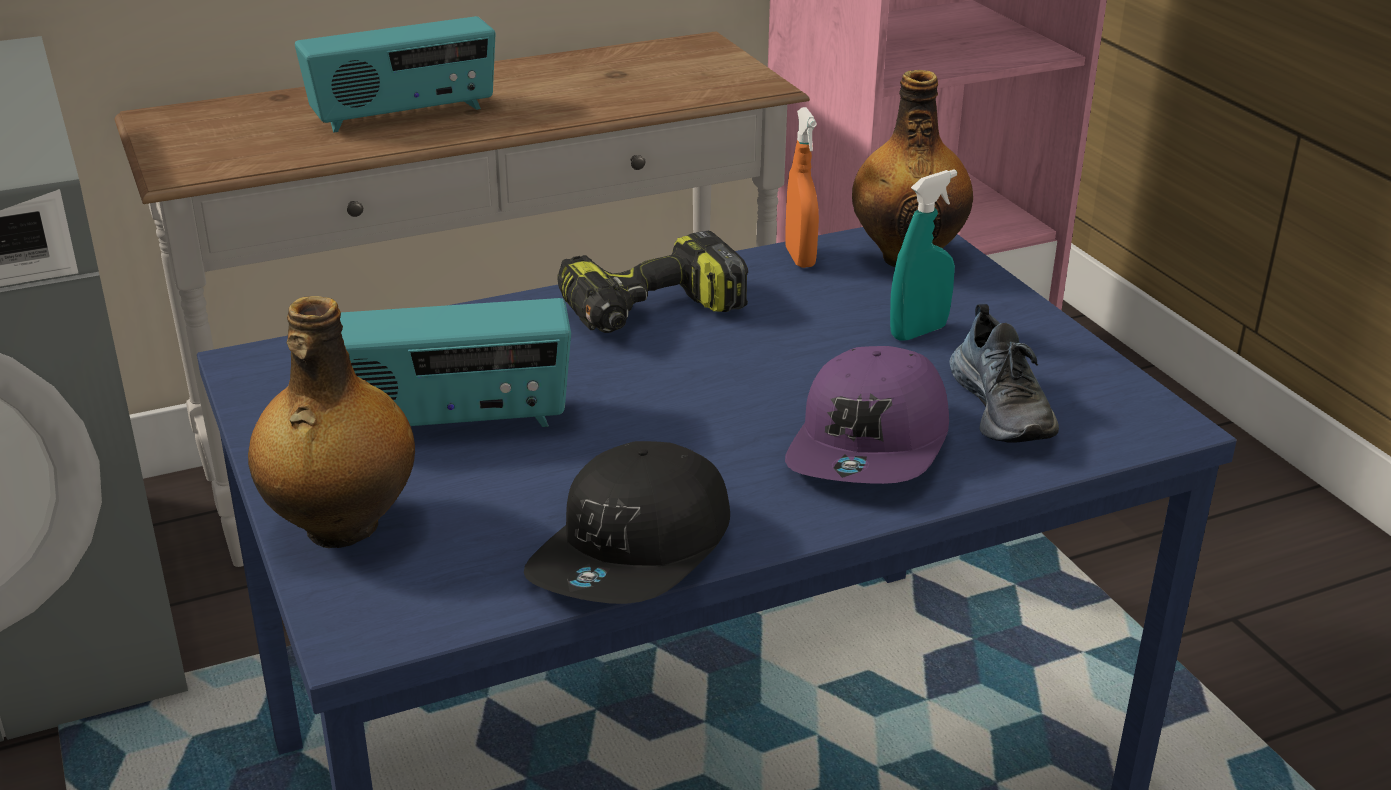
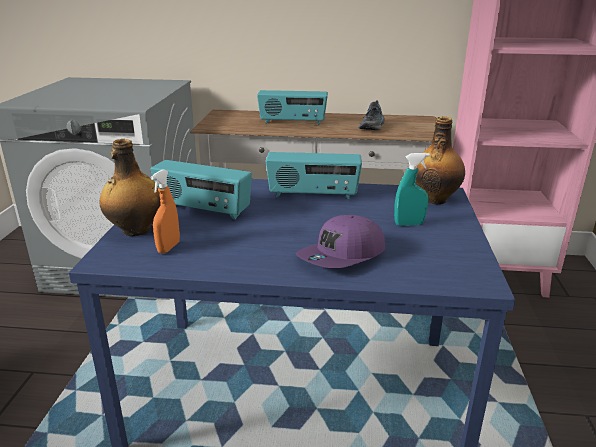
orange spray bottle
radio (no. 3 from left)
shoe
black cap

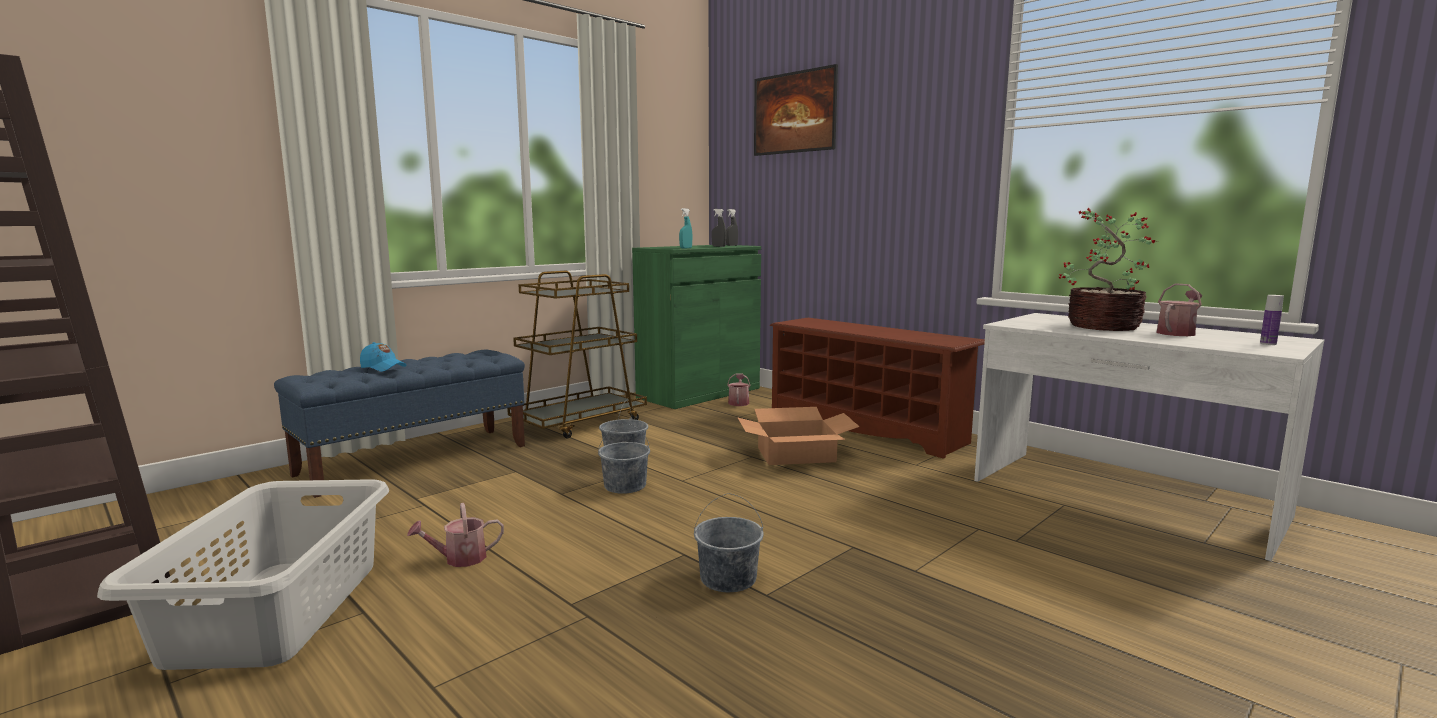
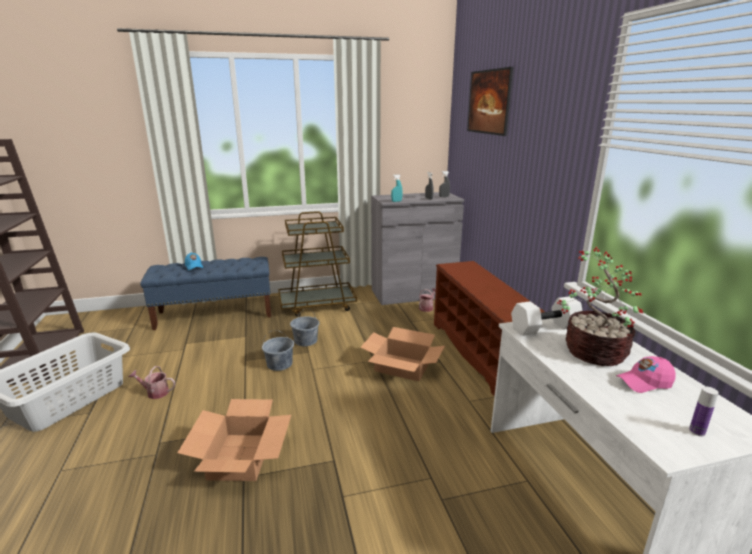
grey cabinet
pink cap
cardboard box (no. 1 from left)
white dumbbell

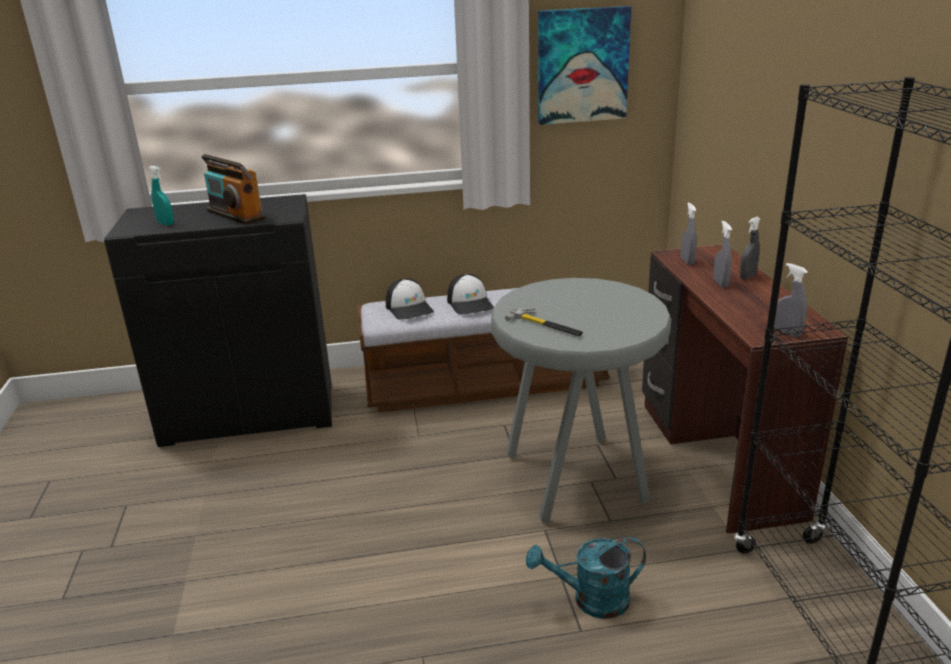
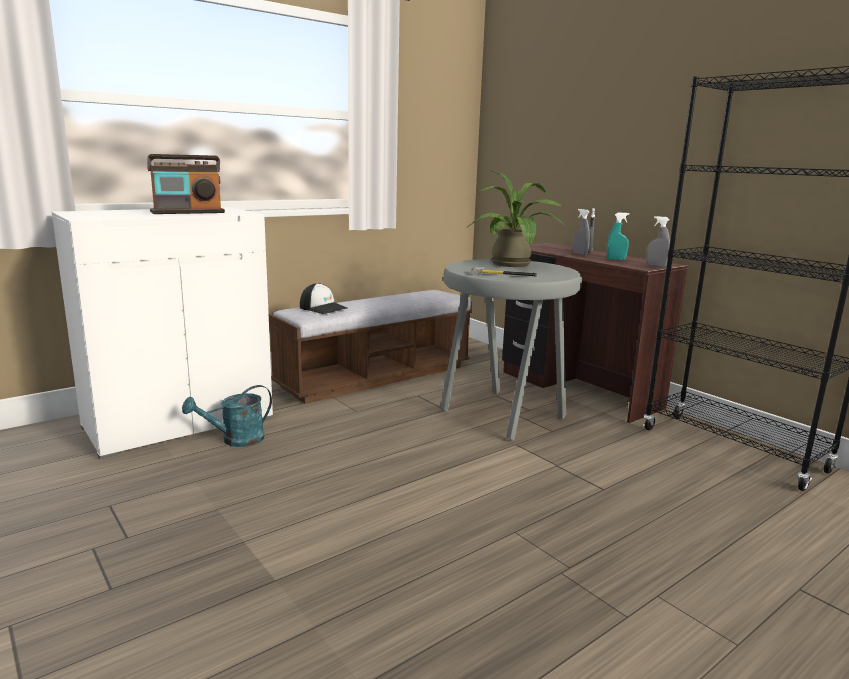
picture
radio
turquoise spray bottle
white cabinet
grey spray bottle (no. 1 from left in the first image)
cap (no. 2 from left in the first image)
turquoise watering can
potted plant

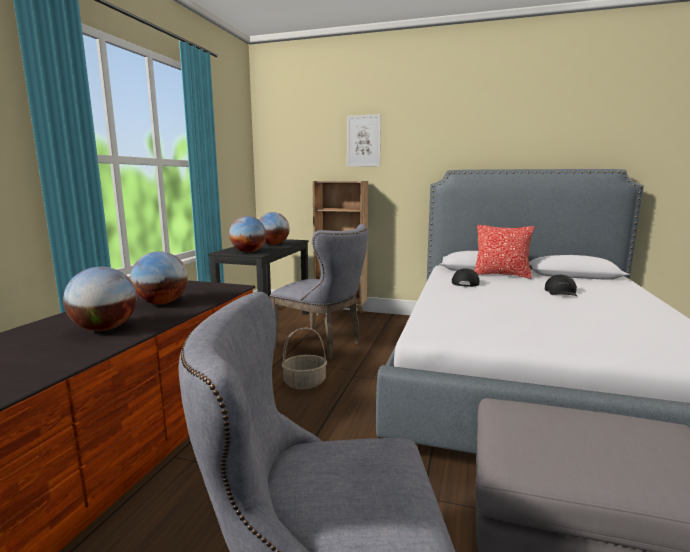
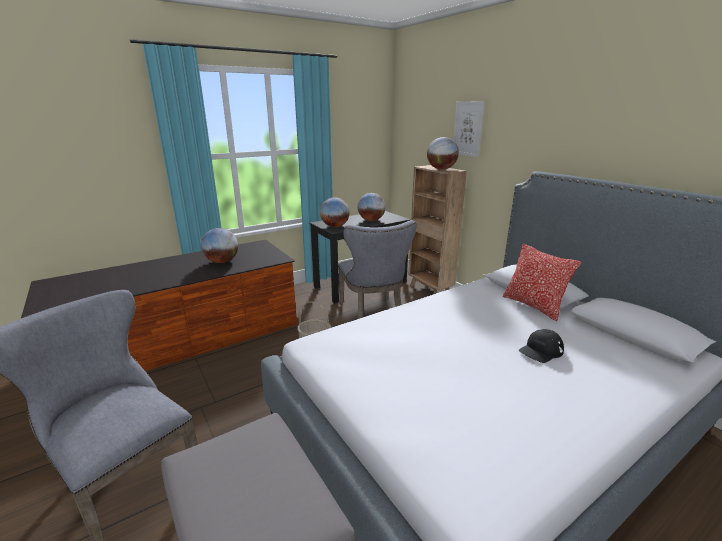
globe (no. 4 from left)
black cap (no. 1 from left in the first image)

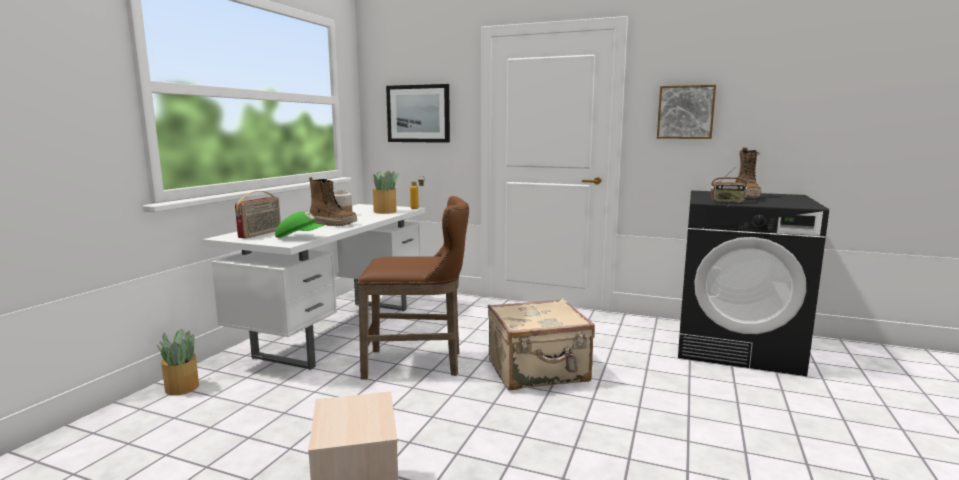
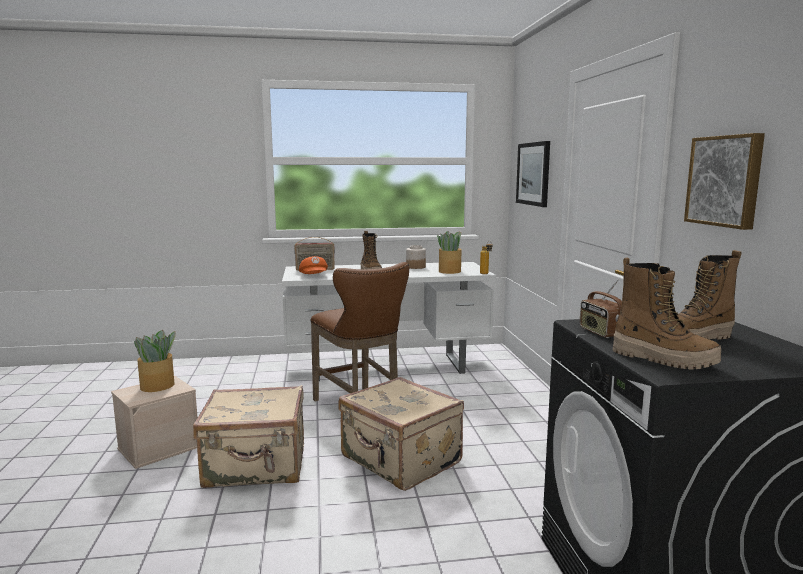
orange cap
potted plant (no. 1 from left)
boot (no. 2 from left)
beige suitcase (no. 1 from left)

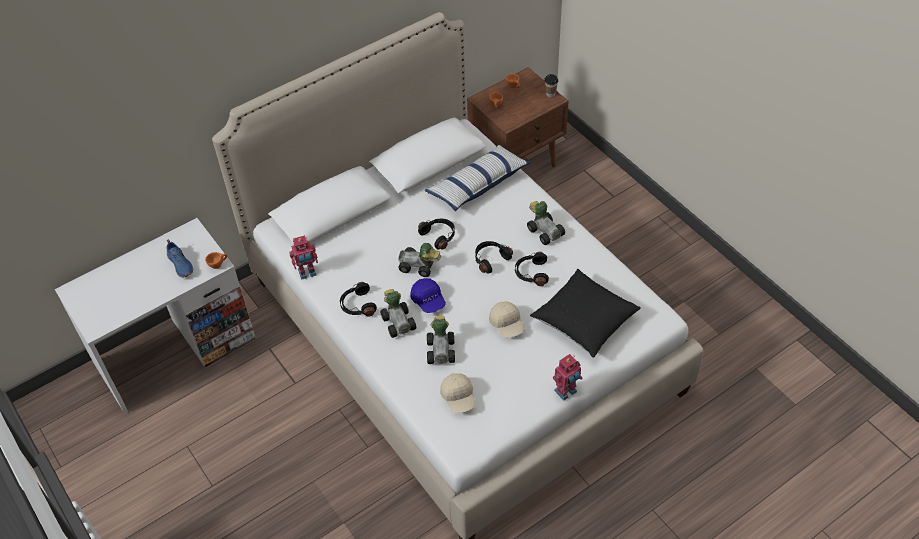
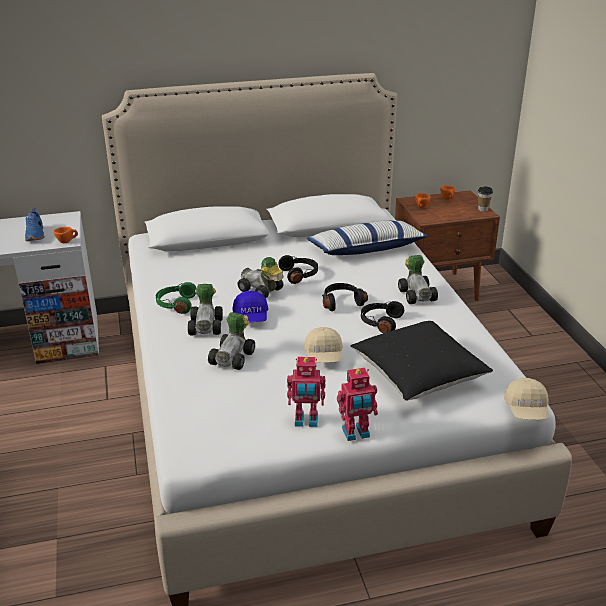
toy robot (no. 1 from left)
green headphones
beige cap (no. 2 from left)

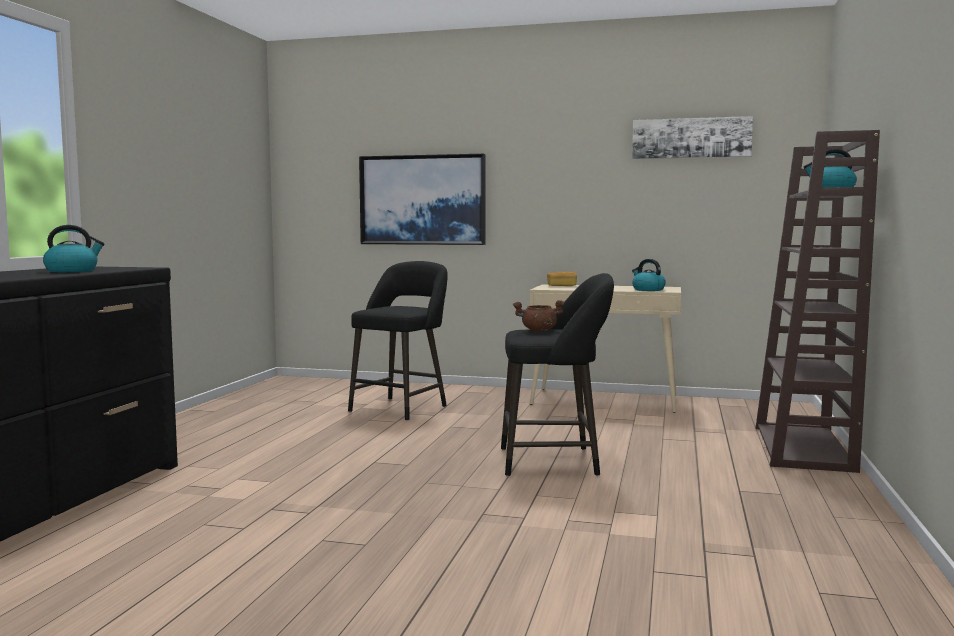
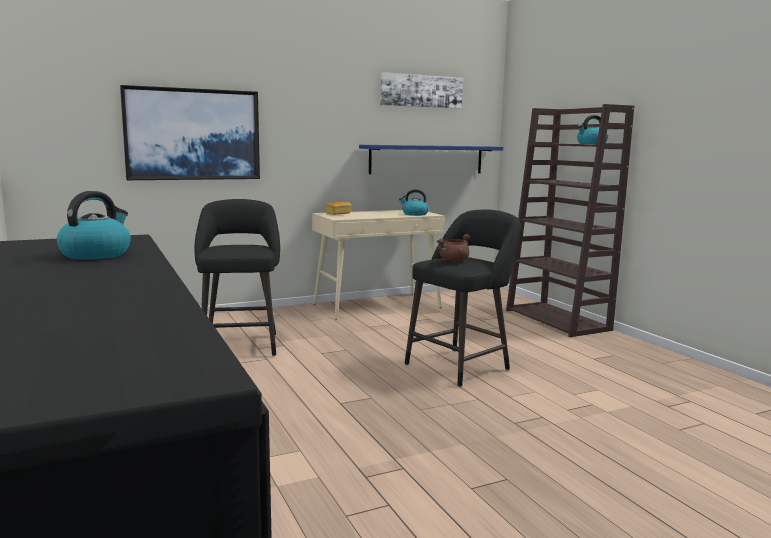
blue shelf

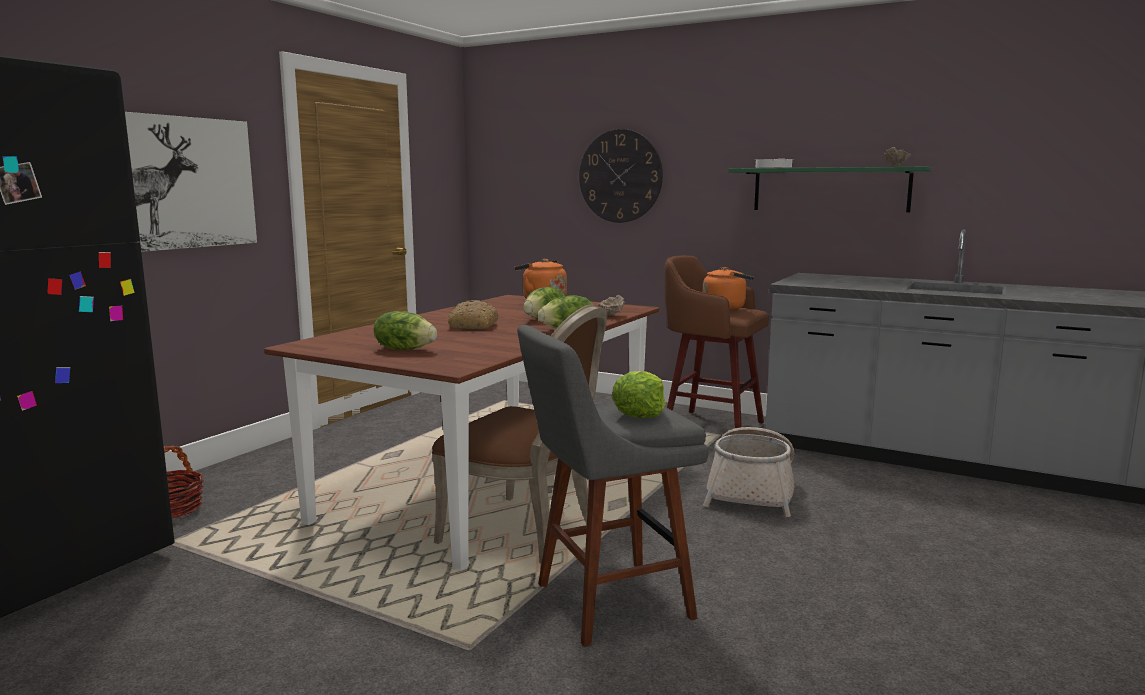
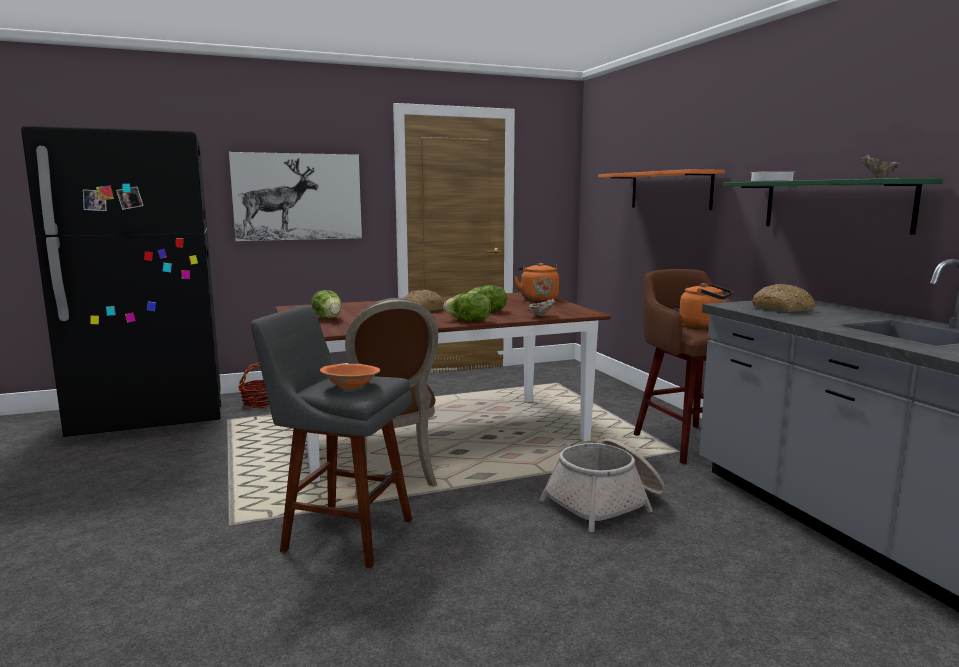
orange shelf
orange bowl
bread (no. 2 from left)

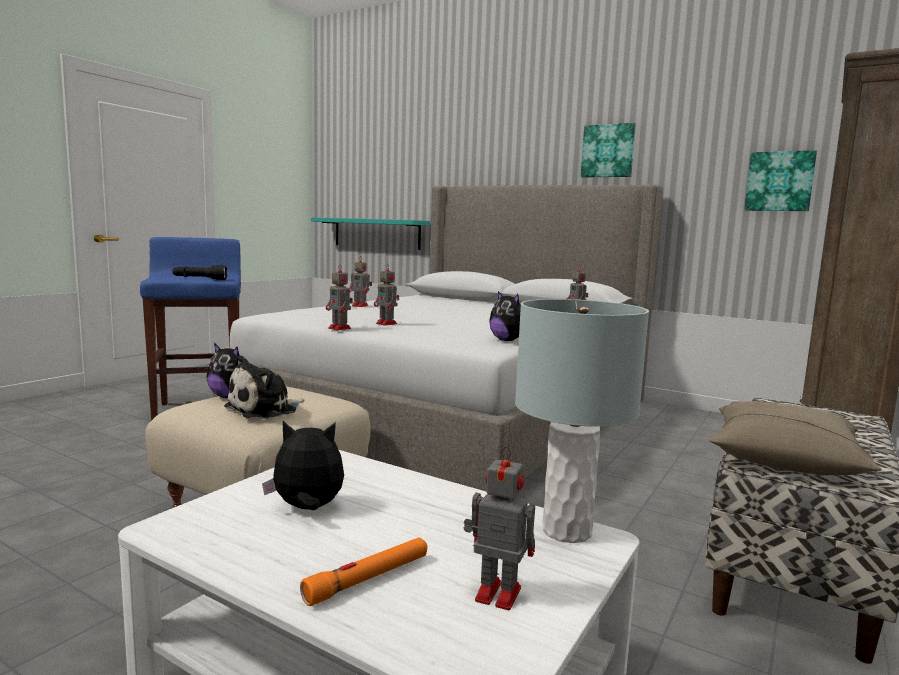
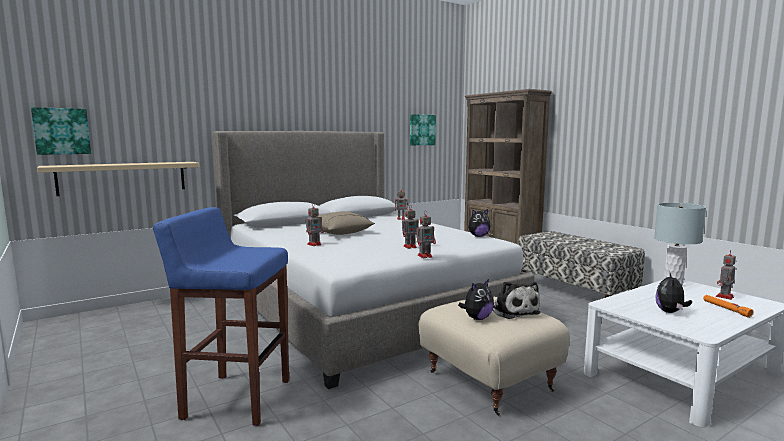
picture (no. 1 from left)
beige shelf
black flashlight
beige pillow

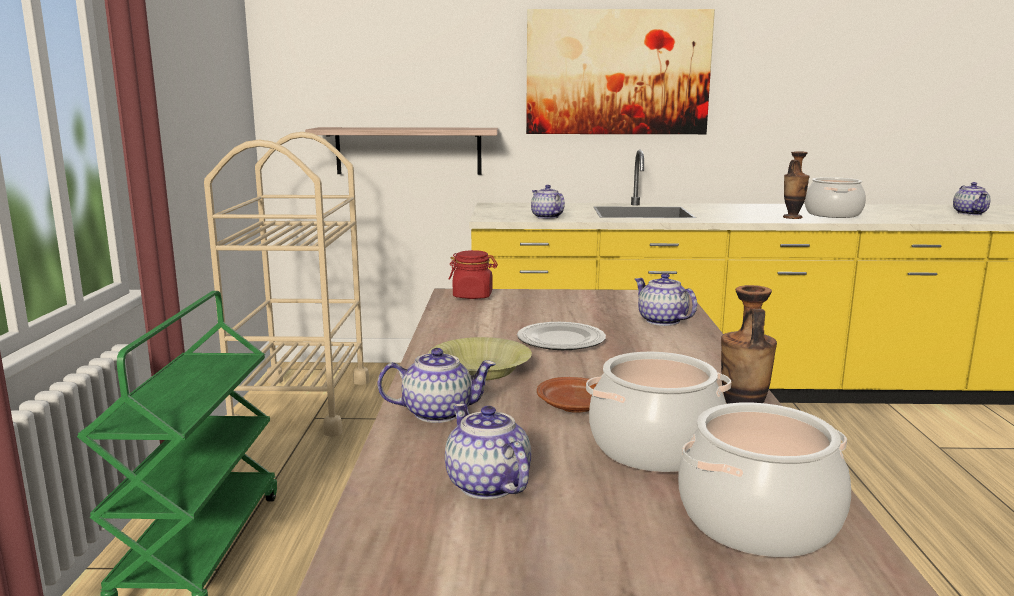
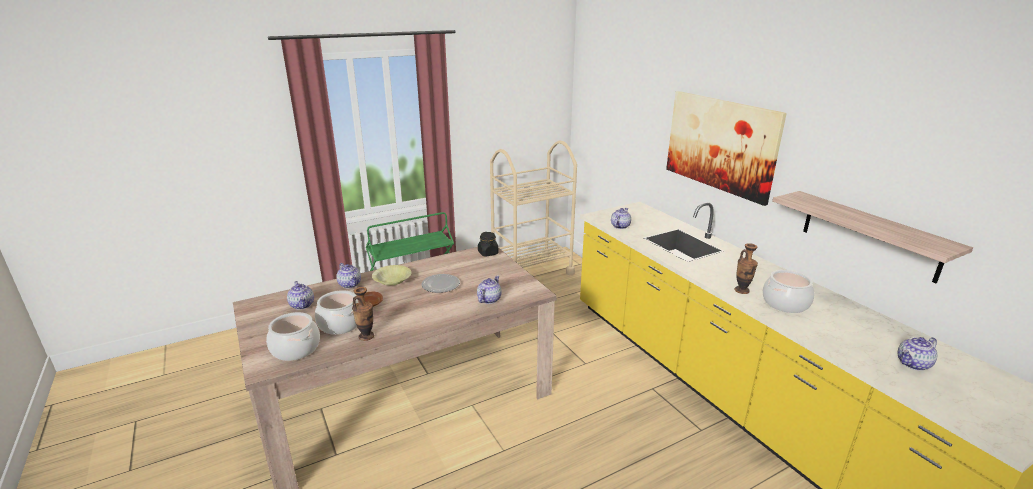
shelf
black jar
teapot (no. 1 from left)

